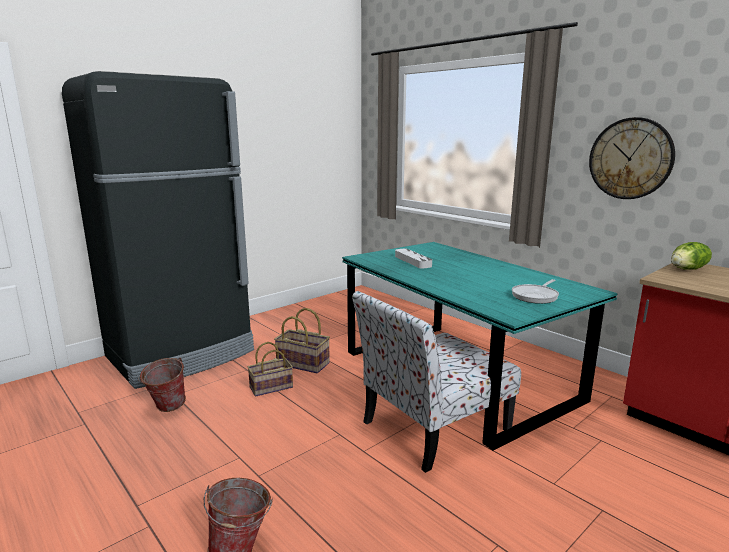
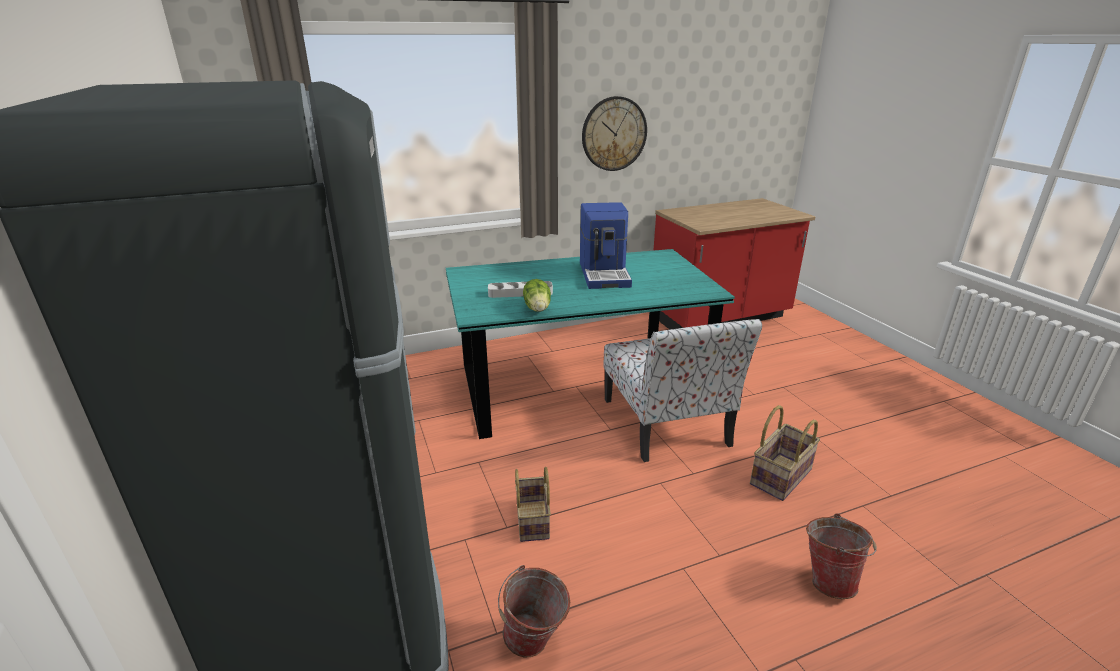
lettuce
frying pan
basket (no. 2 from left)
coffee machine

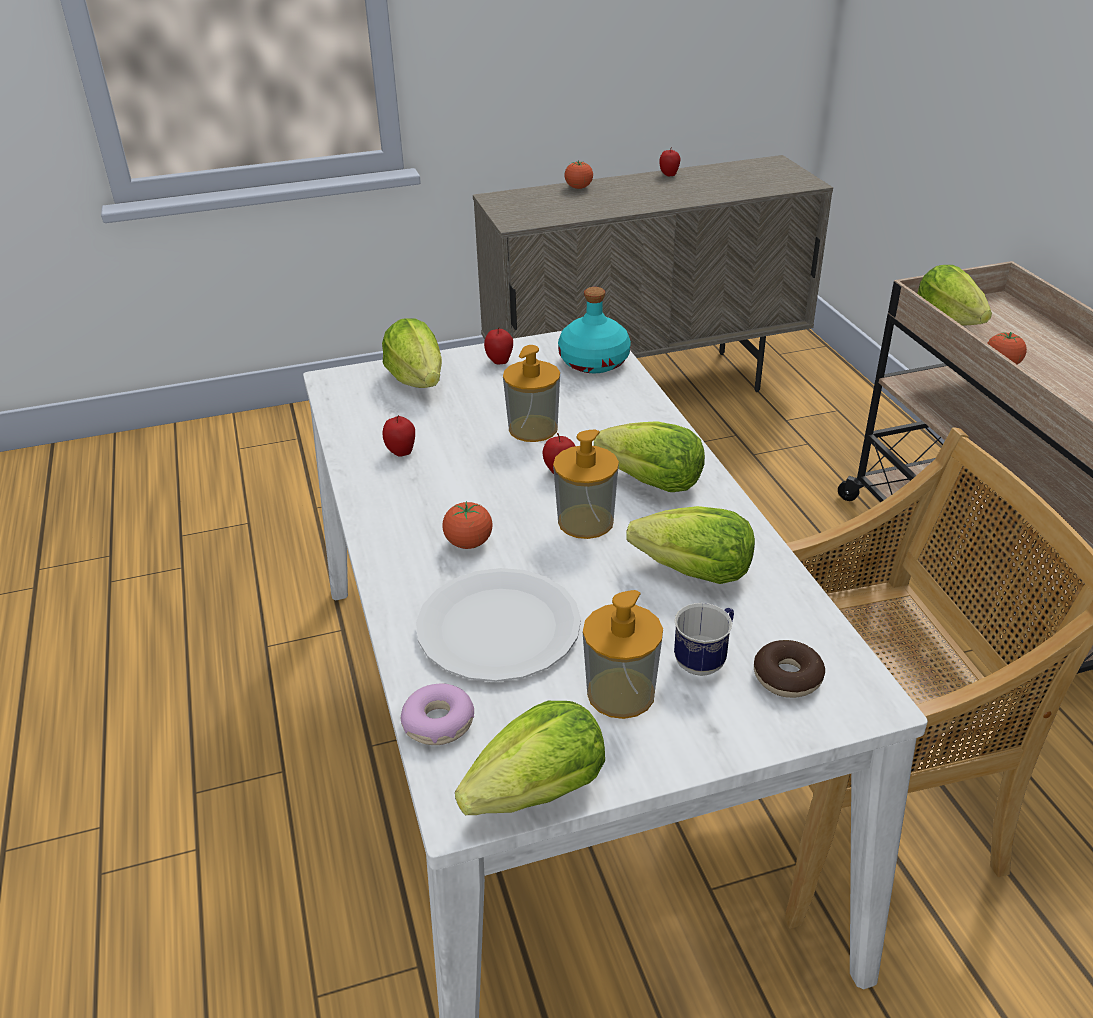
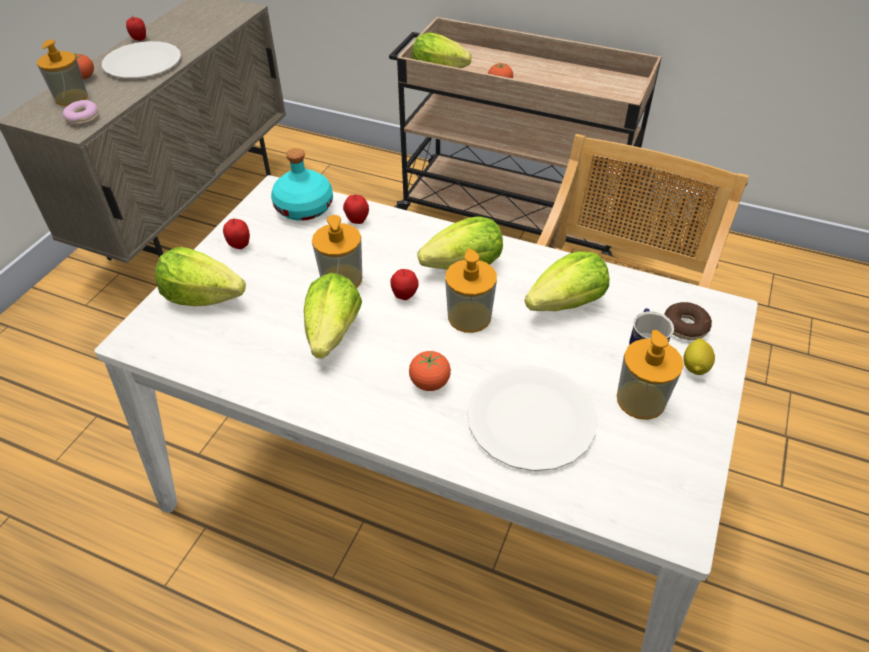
apple (no. 3 from left)
donut (no. 1 from left)
lettuce (no. 2 from left)
soap dispenser (no. 1 from left)
white plate (no. 1 from left)
lemon

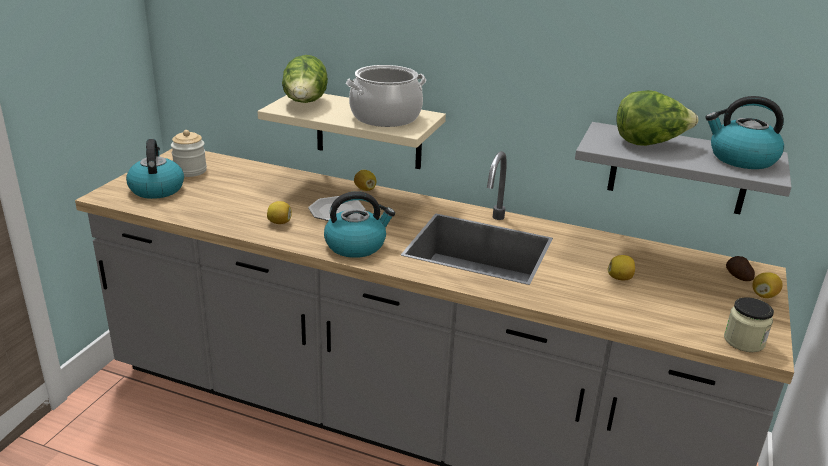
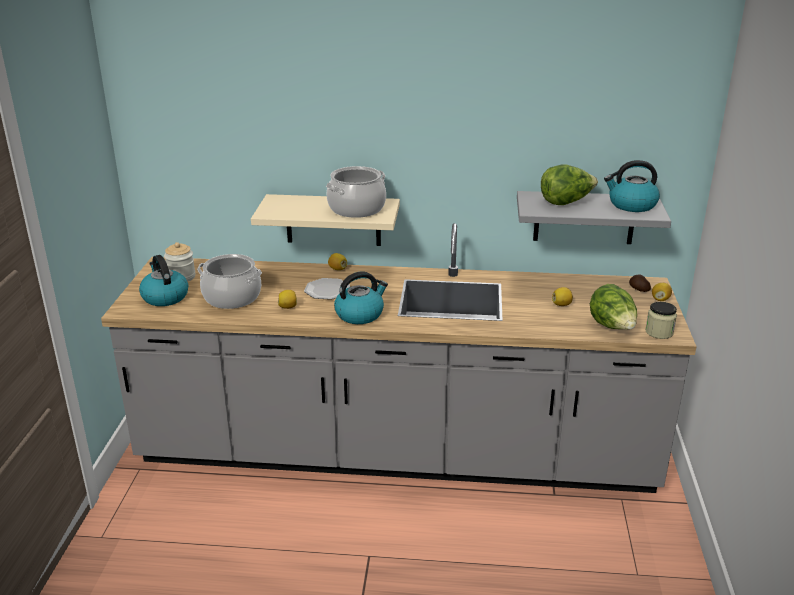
lettuce (no. 2 from left)
cooking pot (no. 1 from left)

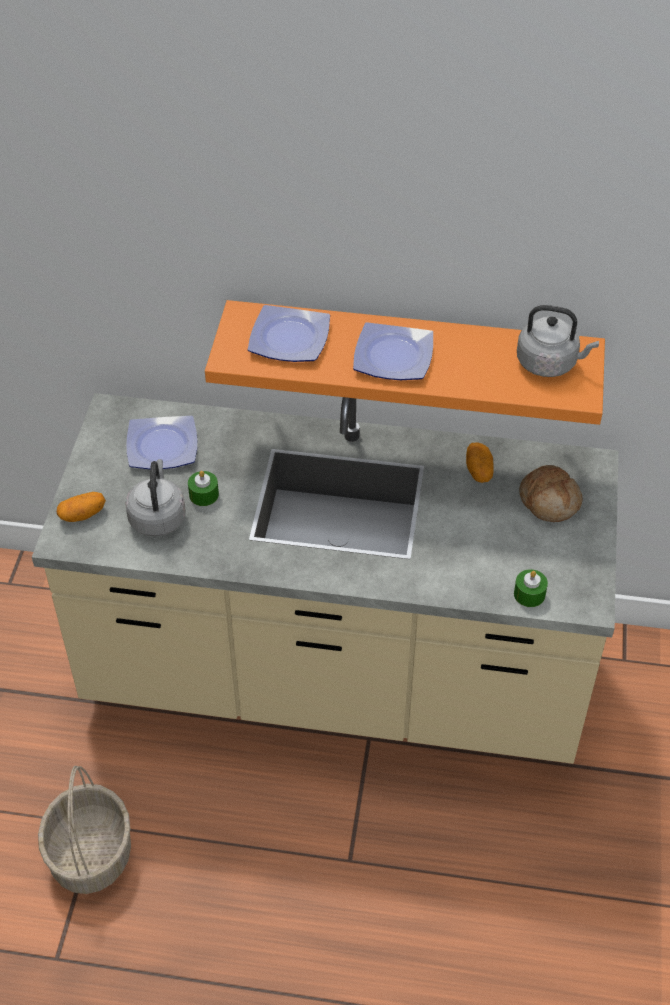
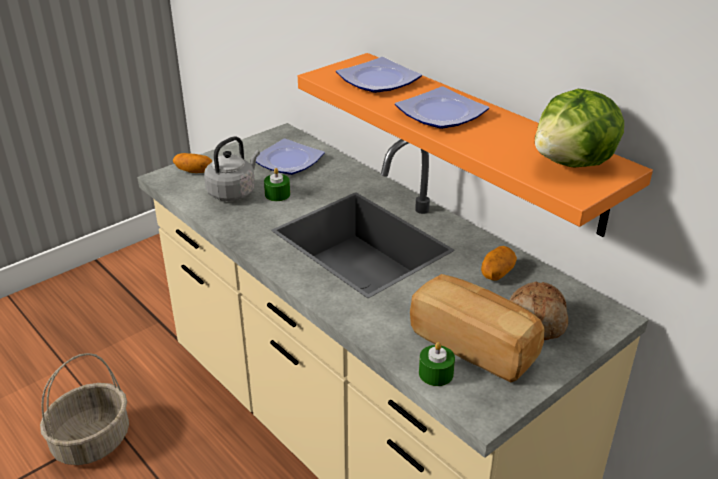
lettuce
bread (no. 1 from left)

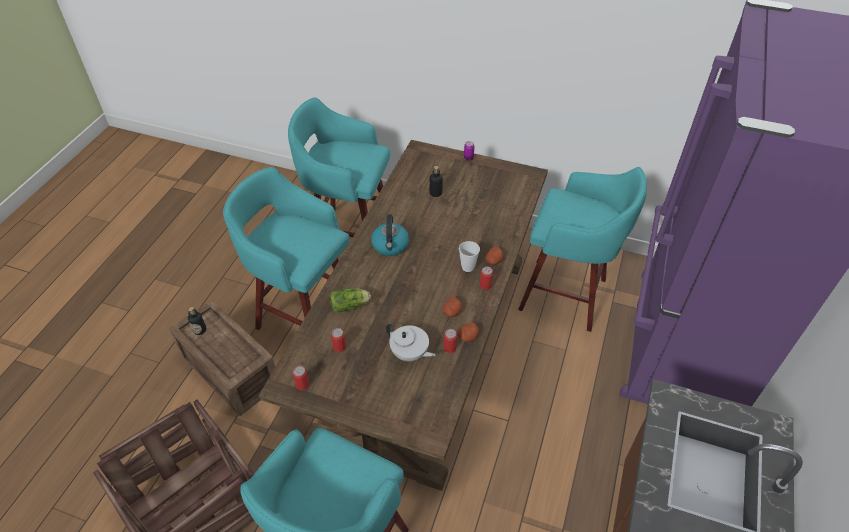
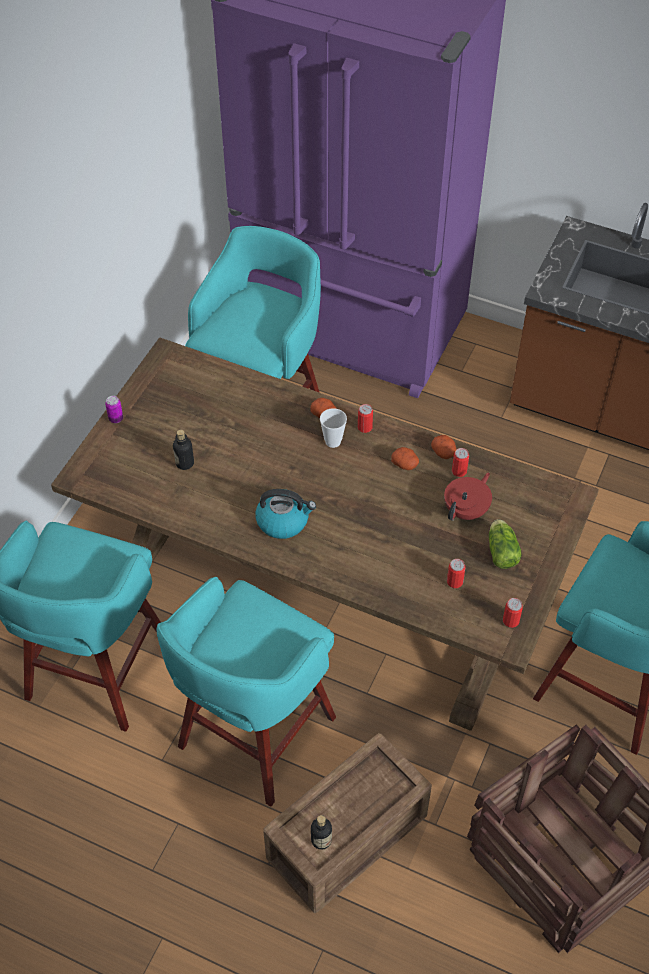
lettuce
red teapot

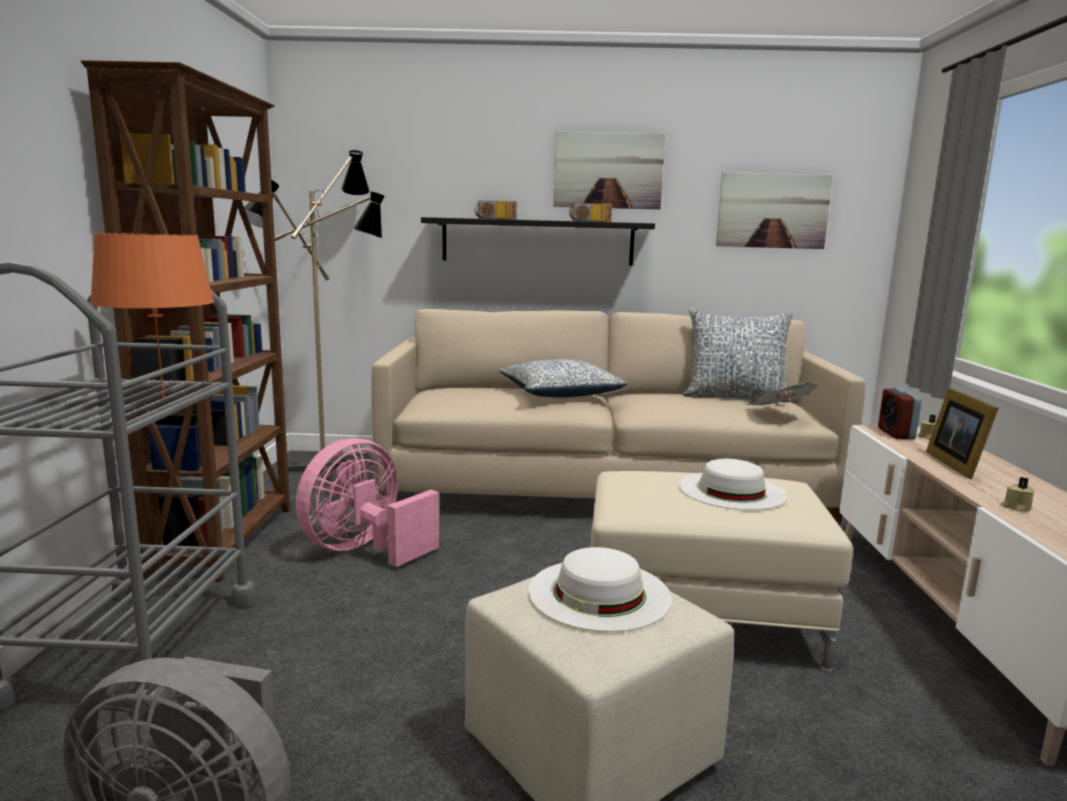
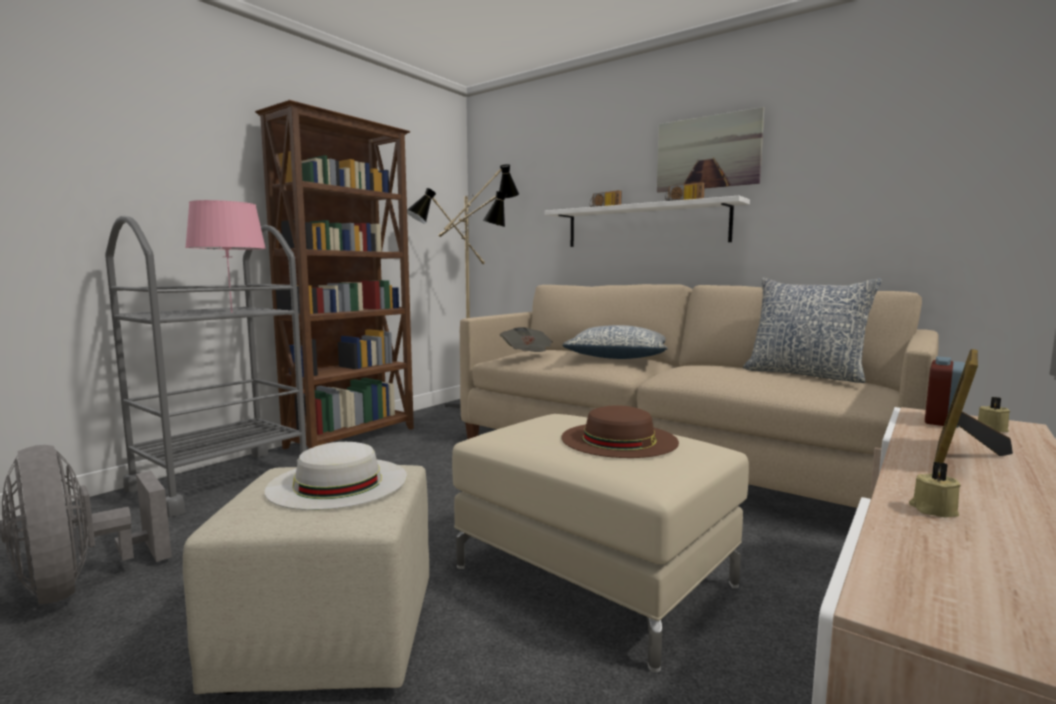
picture (no. 2 from left in the first image)
white shelf
pink table lamp
newspaper
pink fan
brown hat

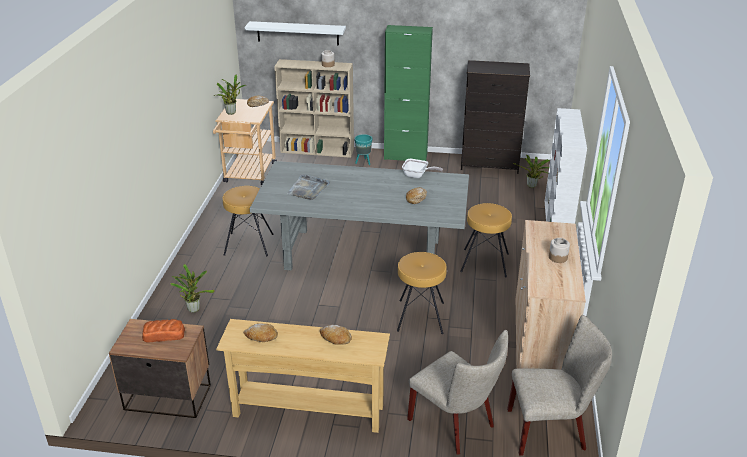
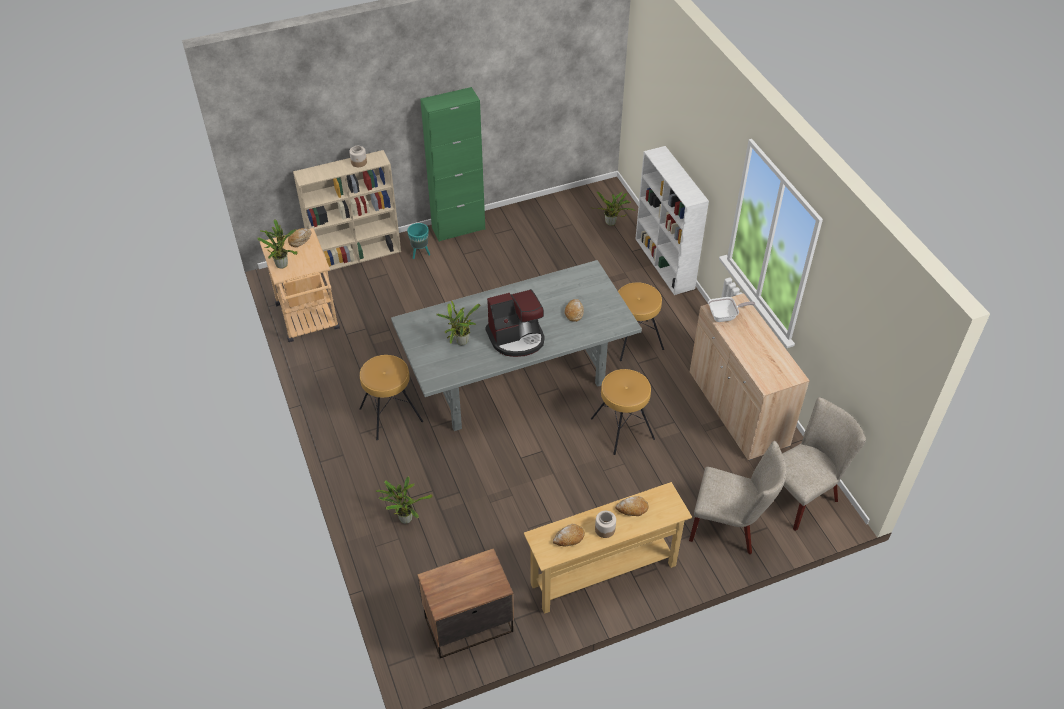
white shelf
black dresser
frying pan
potted plant (no. 3 from left)
jar (no. 2 from left)
bread (no. 1 from left in the first image)
coffee machine

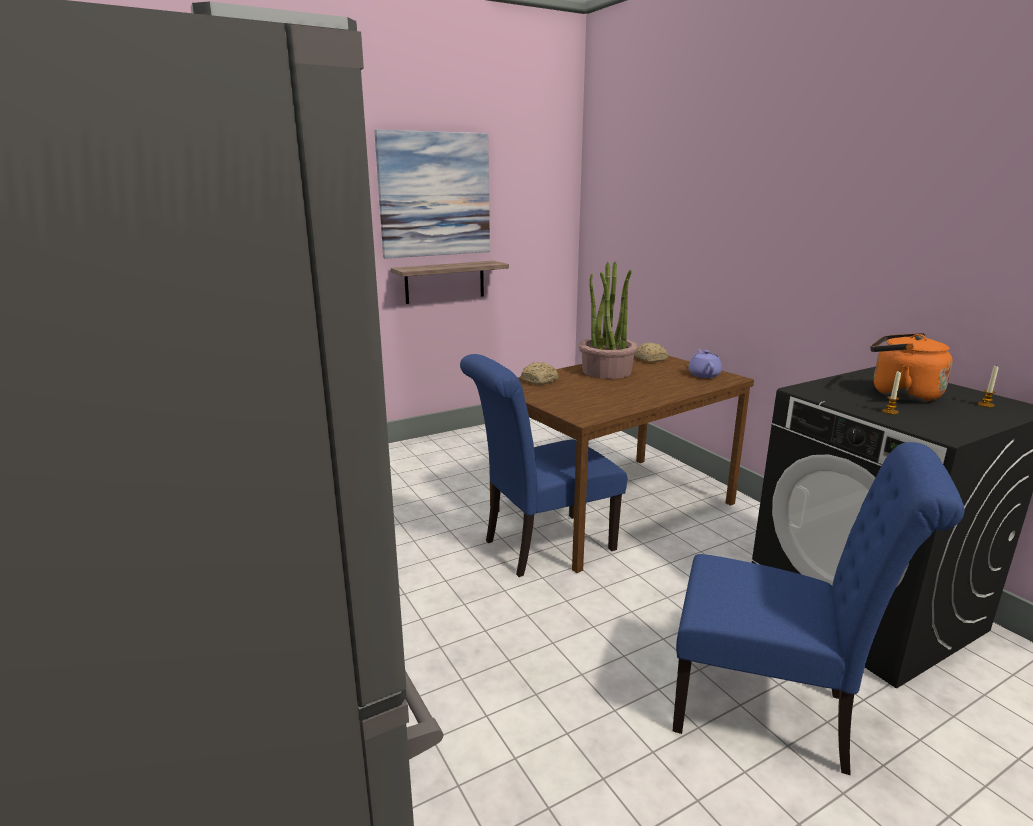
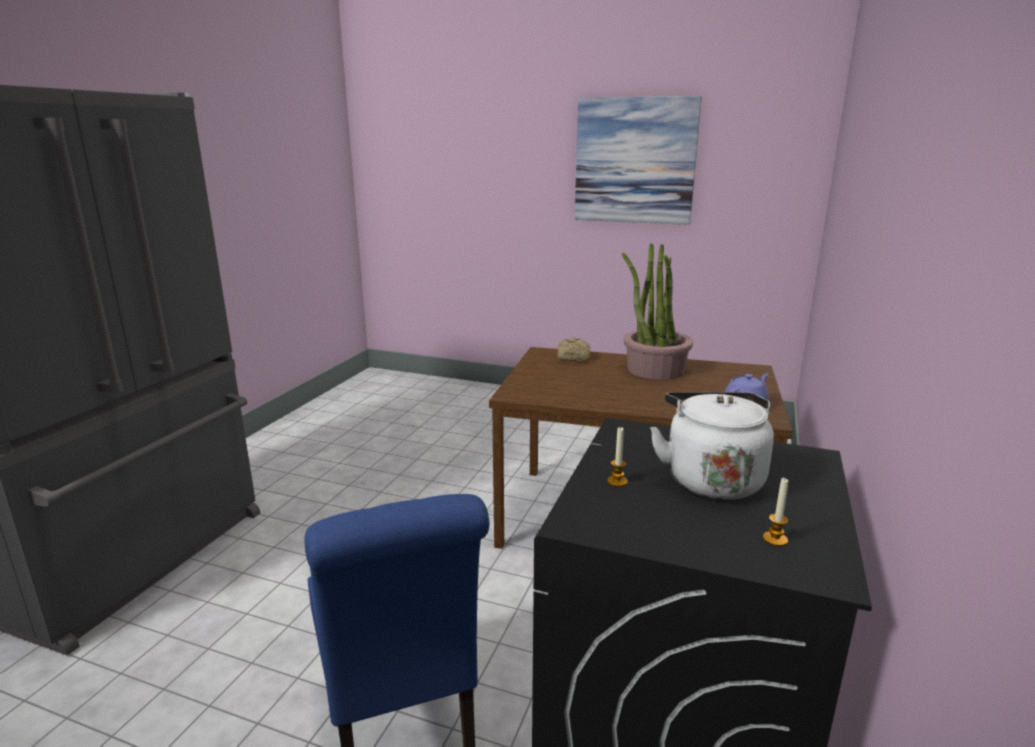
shelf
white kettle
bread (no. 2 from left in the first image)
blue chair (no. 1 from left in the first image)

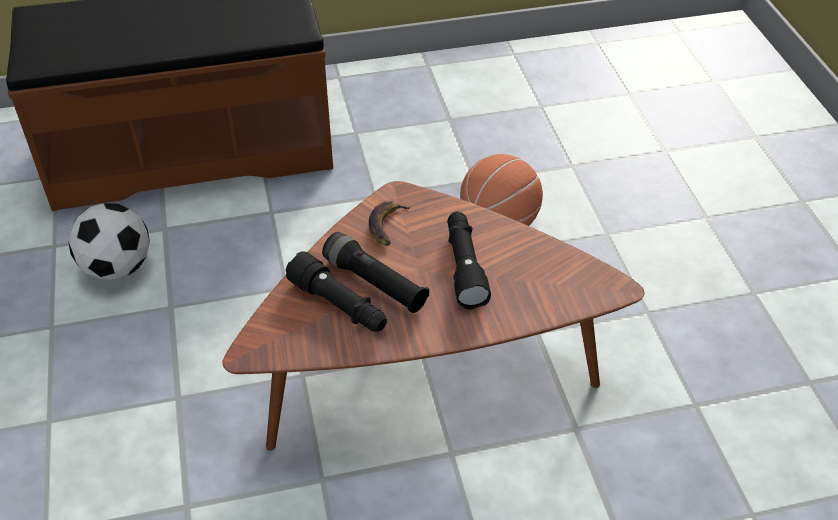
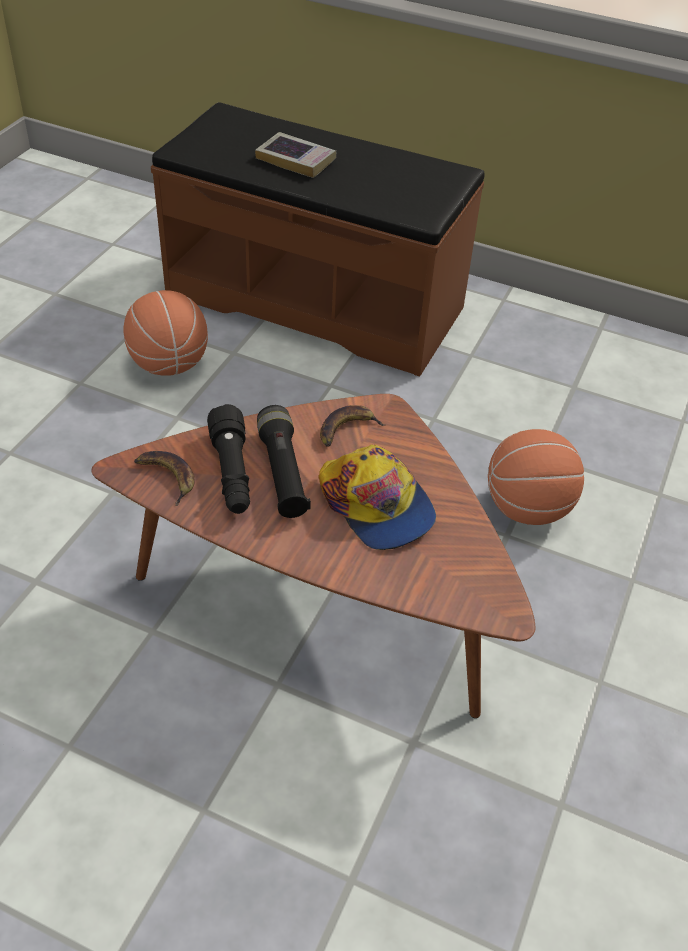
basketball (no. 1 from left)
cap
book
banana (no. 1 from left)

